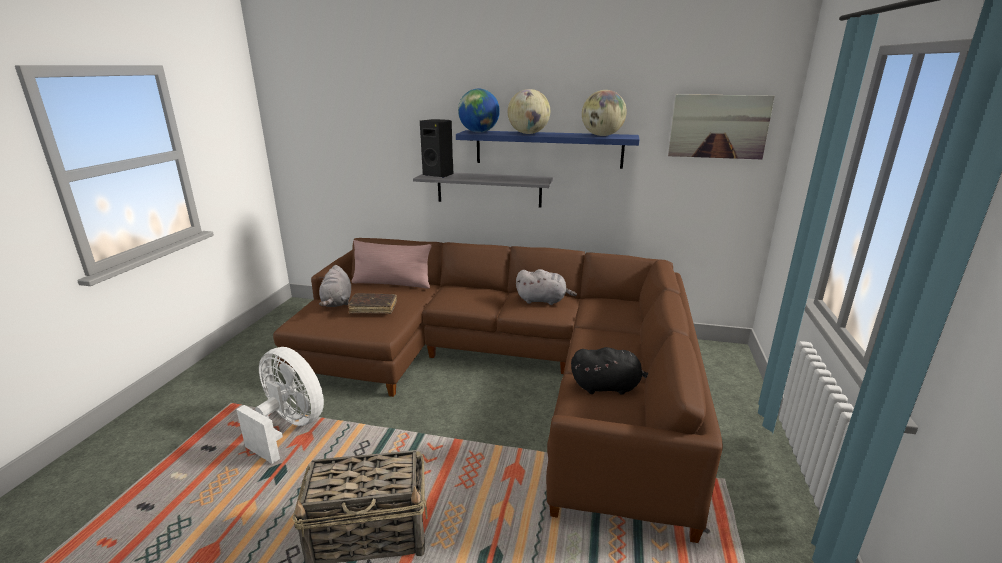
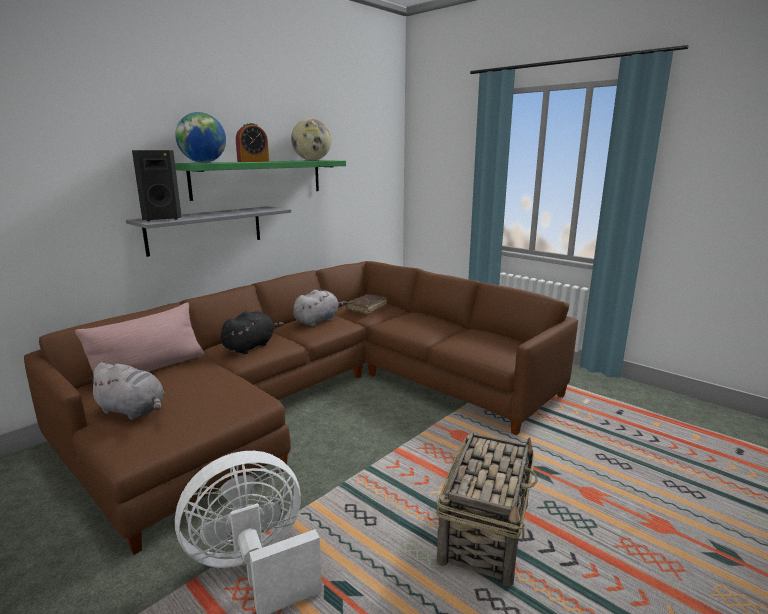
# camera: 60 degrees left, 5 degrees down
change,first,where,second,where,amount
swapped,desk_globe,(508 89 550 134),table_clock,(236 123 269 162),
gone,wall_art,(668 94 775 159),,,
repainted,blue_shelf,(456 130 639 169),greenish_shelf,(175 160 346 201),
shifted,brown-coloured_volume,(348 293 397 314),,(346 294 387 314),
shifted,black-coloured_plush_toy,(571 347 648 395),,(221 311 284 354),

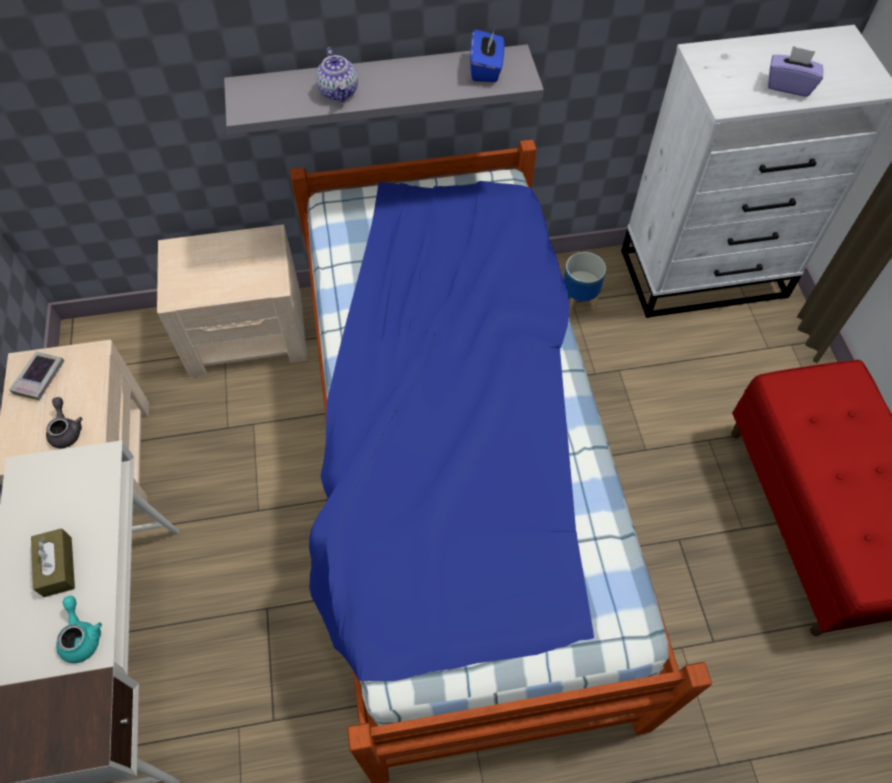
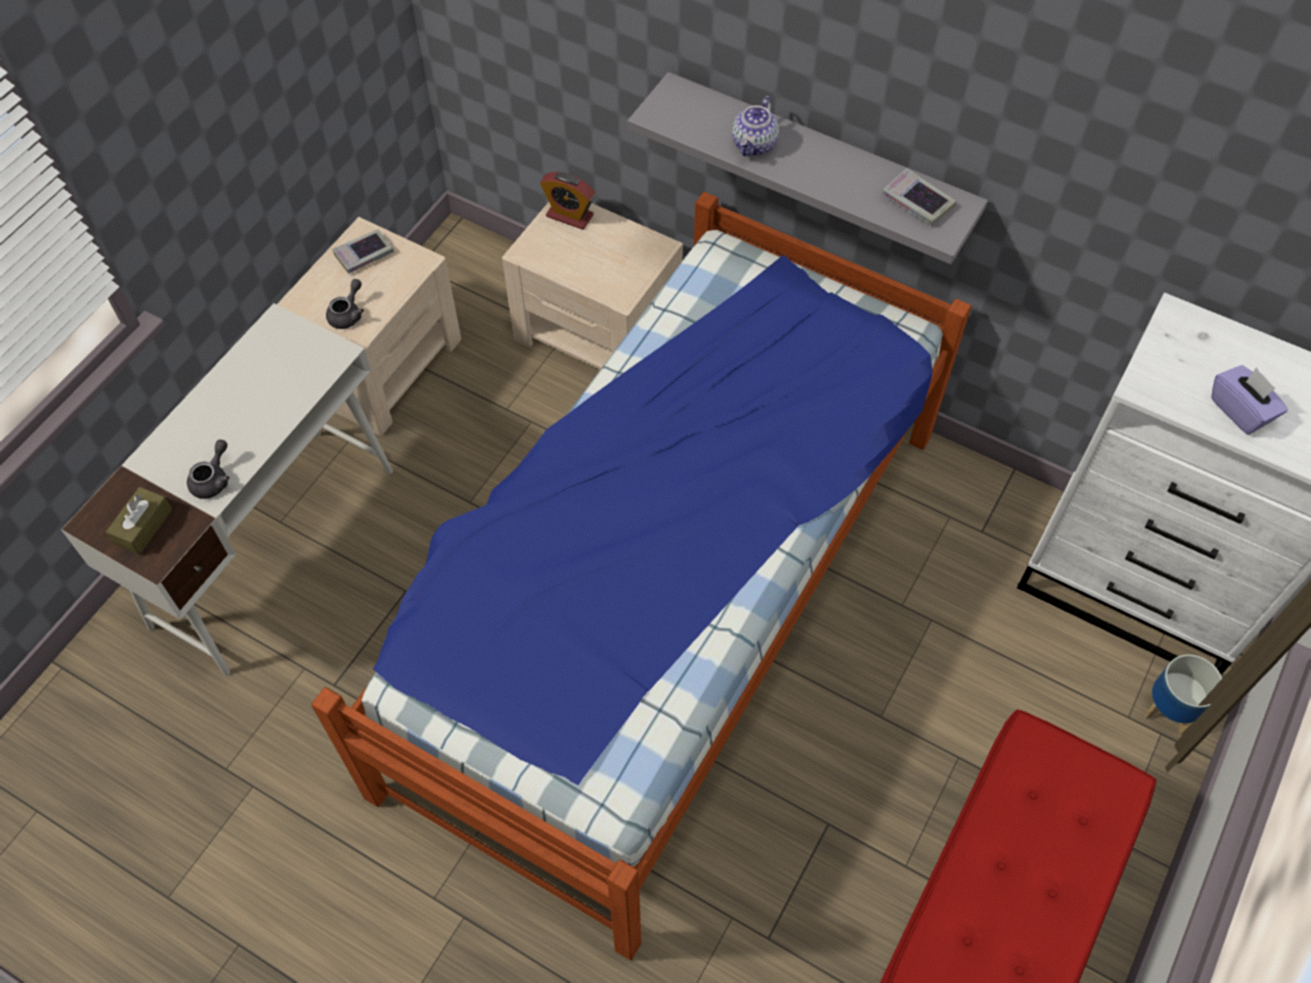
# camera: 40 degrees right, 0 degrees up
change,first,where,second,where,amount
swapped,blue_box_of_tissues,(470 29 504 82),volume,(882 168 956 226),
shifted,planter,(563 252 606 313),,(1144 655 1222 735),
shifted,brown-coloured_box_of_tissues,(31 528 75 597),,(106 487 172 555),
repainted,blue-green_teapot,(56 596 102 663),greyish_teapot,(187 440 230 499),
new,,,table_clock,(540 172 595 230),

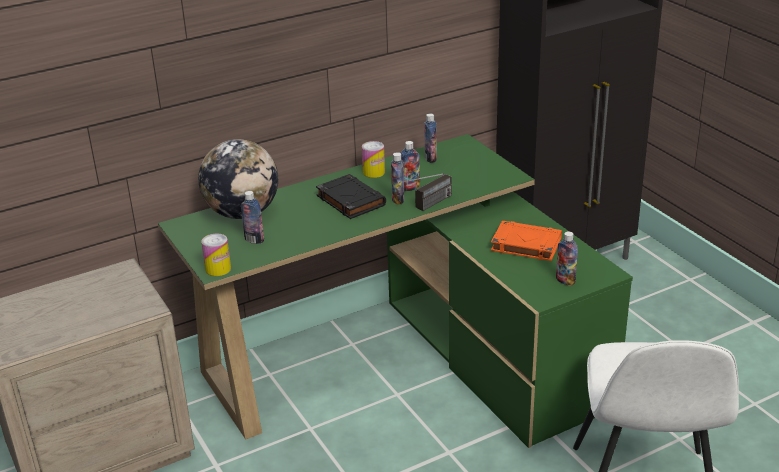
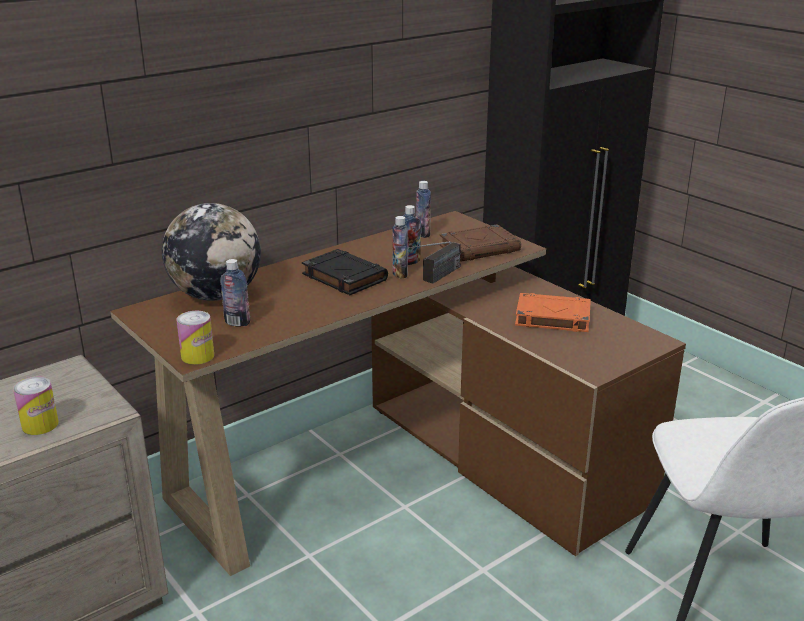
# camera: 10 degrees left, 5 degrees down
change,first,where,second,where,amount
repainted,greenish_desk,(158 134 633 448),brown-coloured_desk,(110 211 686 576),
shifted,metal_can,(362 141 385 178),,(13 377 59 435),
gone,drink_bottle,(556 231 578 286),,,
new,,,brown-coloured_volume,(439 224 521 262),

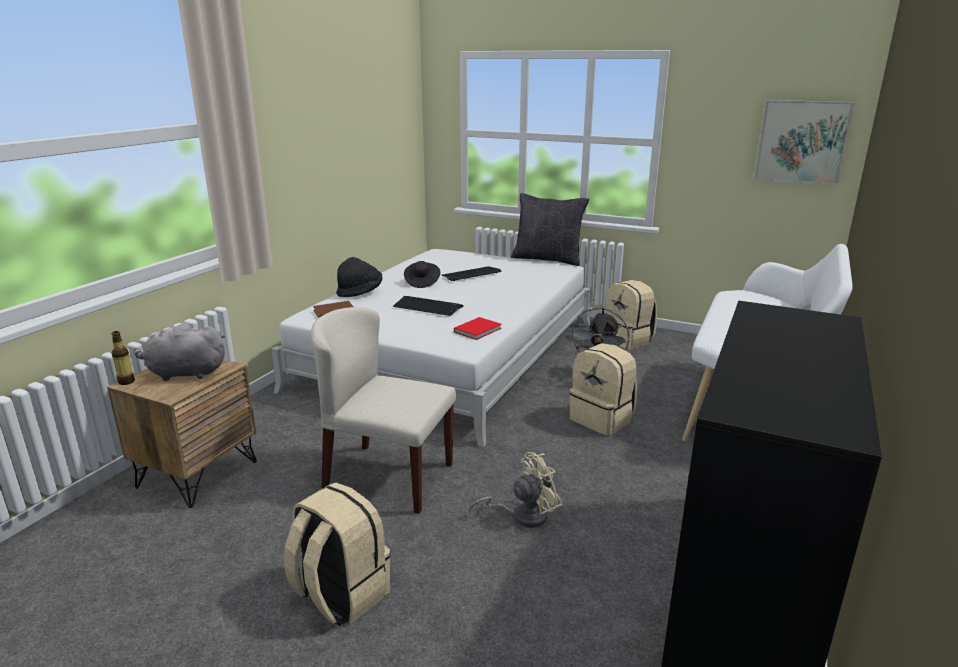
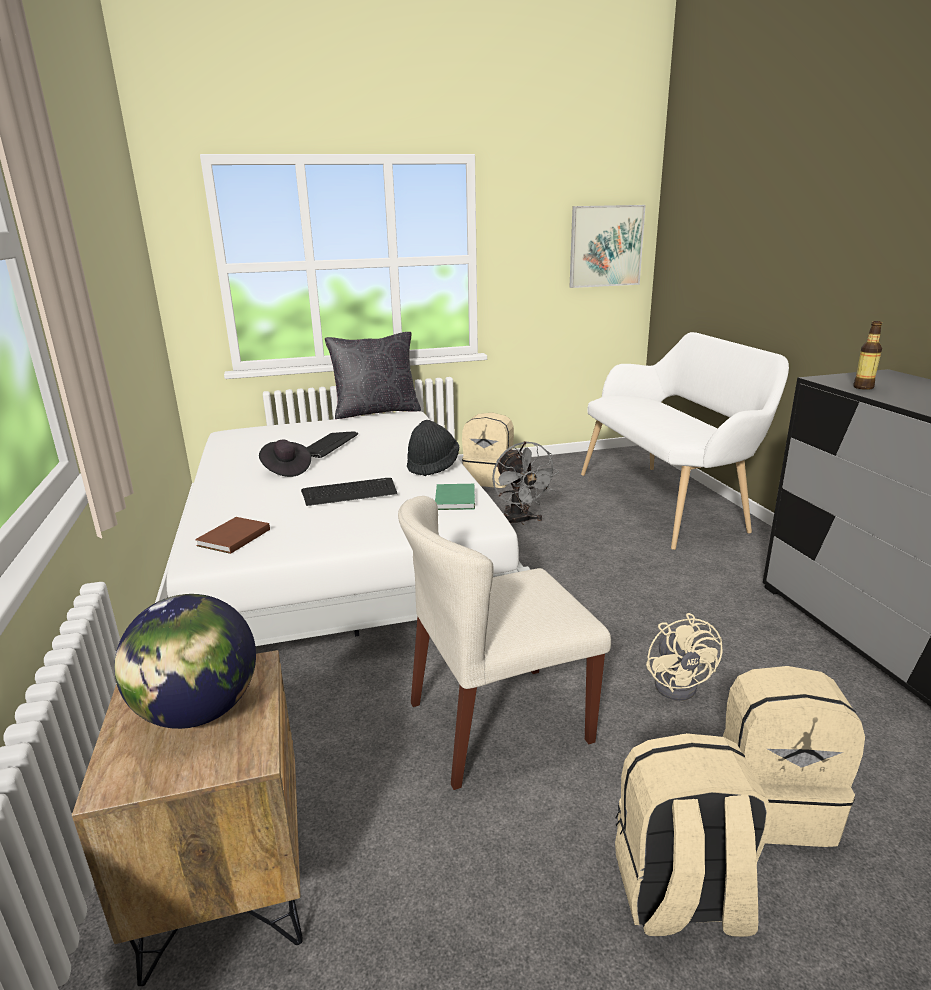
# camera: 40 degrees left, 0 degrees up
change,first,where,second,where,amount
shifted,black-coloured_clothing_hat,(336 257 383 297),,(407 420 459 476),
repainted,red-coloured_volume,(454 317 502 340),greenish_volume,(435 484 475 510),
swapped,greyish_plush_toy,(134 323 225 381),desk_globe,(114 594 256 729),
shifted,drink_bottle,(111 331 135 385),,(853 321 882 390),
shifted,sand-coloured_rucksack,(570 343 637 435),,(723 666 865 847),
rotated,sand-coloured_electric_fan,(469 452 562 528),,(646 613 722 701),150 degrees clockwise

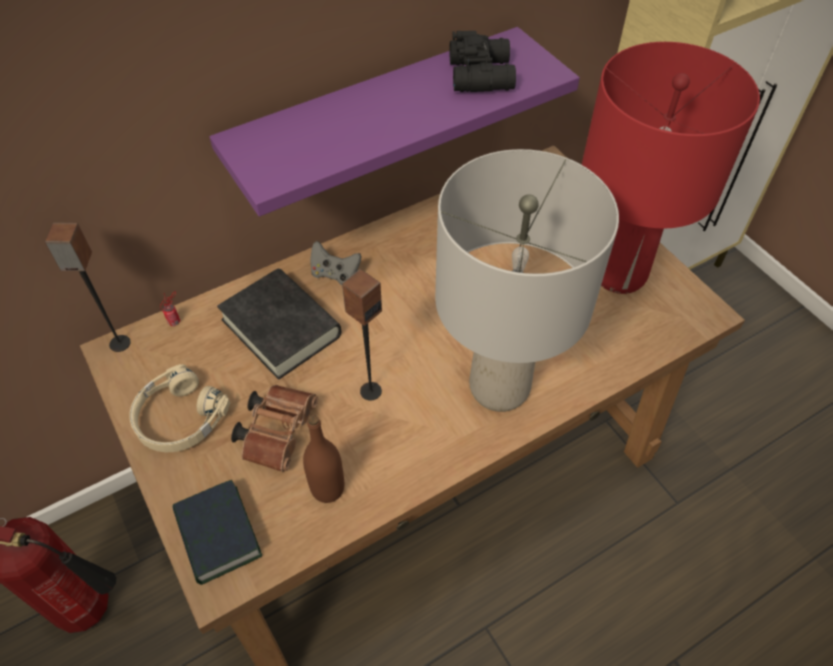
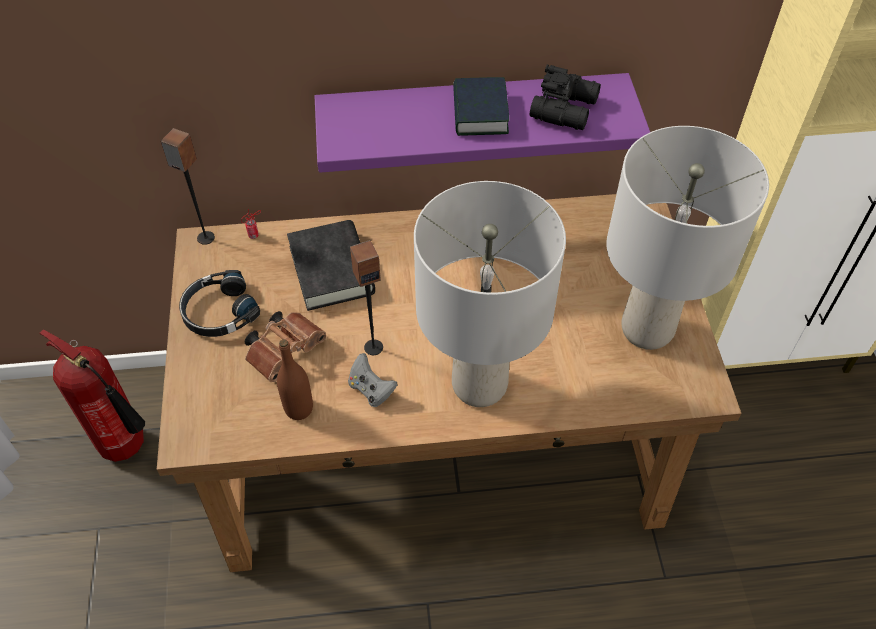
# camera: 25 degrees right, 0 degrees up
change,first,where,second,where,amount
repainted,red-coloured_table_lamp,(582 42 760 294),greyish_table_lamp,(606 126 769 350),
shifted,greyish_game_controller,(310 241 361 285),,(348 353 397 407),
repainted,sand-coloured_pair_of_headphones,(130 364 230 452),black-coloured_pair_of_headphones,(179 270 260 337),
shifted,volume,(172 480 262 585),,(453 77 509 136),

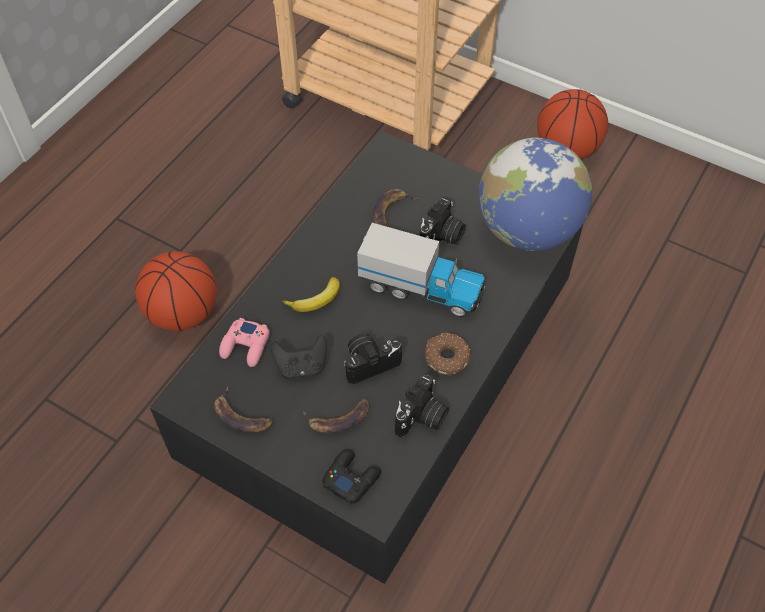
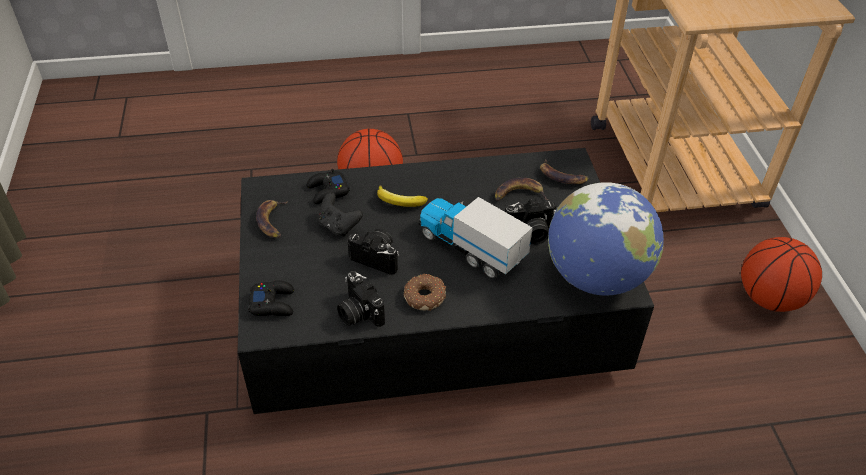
# camera: 50 degrees right, 10 degrees down
change,first,where,second,where,amount
rotated,model_truck,(357 223 485 317),,(419 197 532 279),150 degrees clockwise
repainted,pink_game_controller,(219 318 270 367),black-coloured_game_controller,(307 169 350 204),
rotated,photo_camera,(395 373 449 437),,(337 271 385 327),60 degrees clockwise
shifted,banana,(303 398 369 433),,(540 159 589 184),

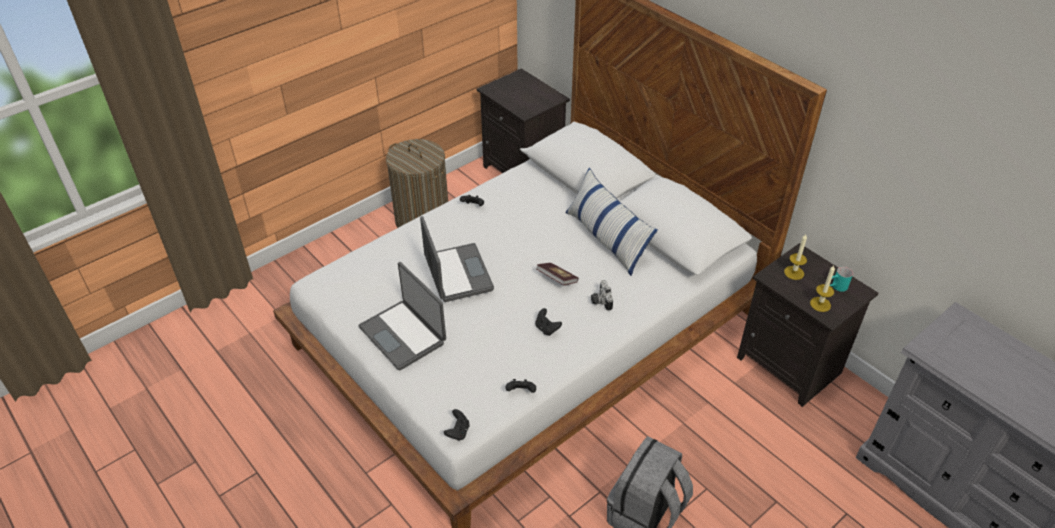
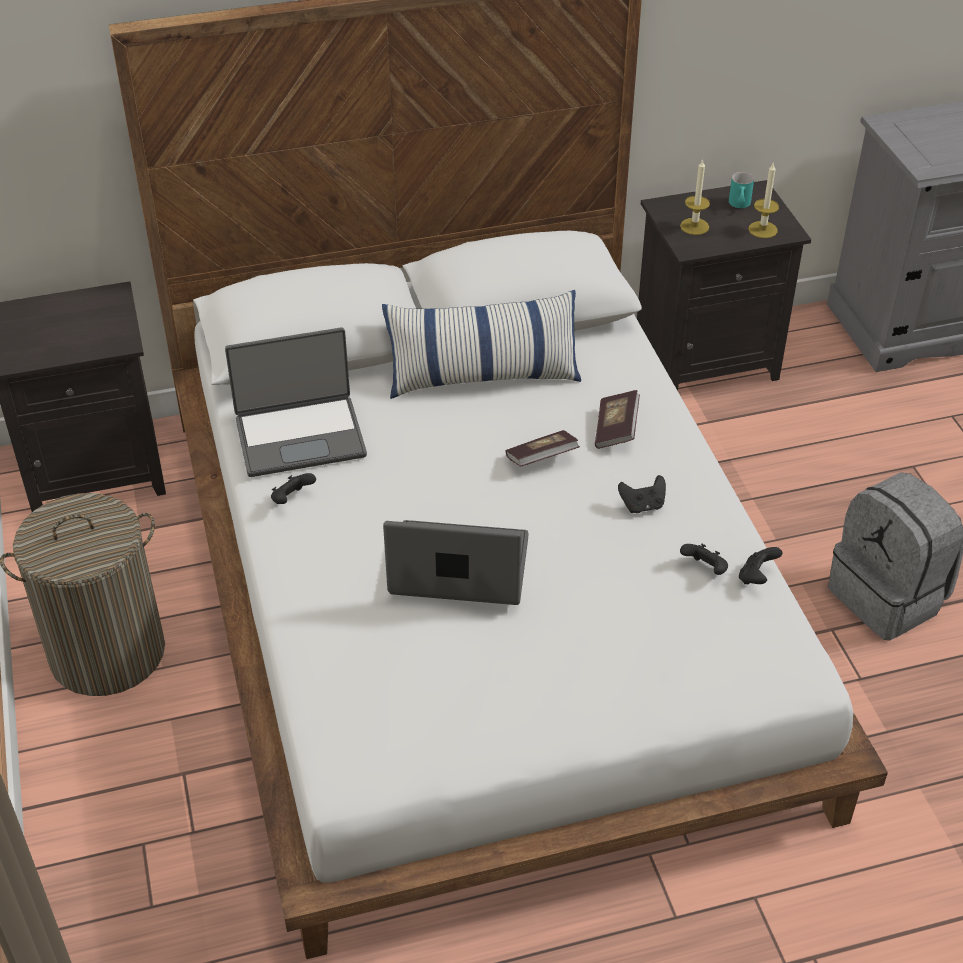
# camera: 65 degrees left, 0 degrees up
change,first,where,second,where,amount
shifted,laptop,(358 262 446 371),,(225 328 367 477),
swapped,photo_camera,(591 280 613 311),volume,(595 390 640 449),
shifted,black-coloured_game_controller,(444 409 470 441),,(680 544 728 575),

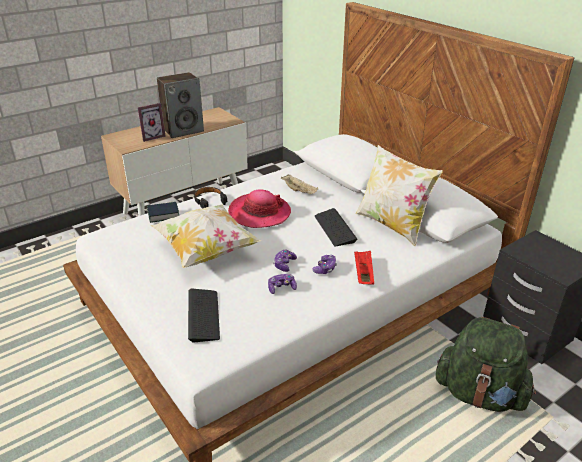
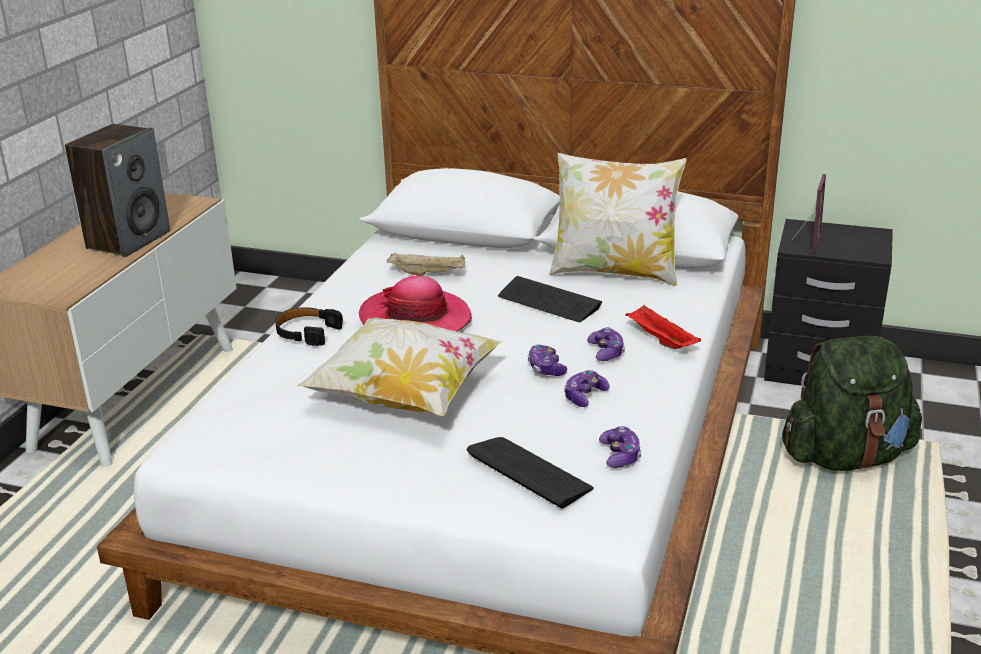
# camera: 35 degrees left, 5 degrees down
change,first,where,second,where,amount
shifted,photo_frame,(138 103 166 142),,(792 174 826 254),
gone,volume,(147 202 179 223),,,
new,,,game_controller,(599 426 642 468),

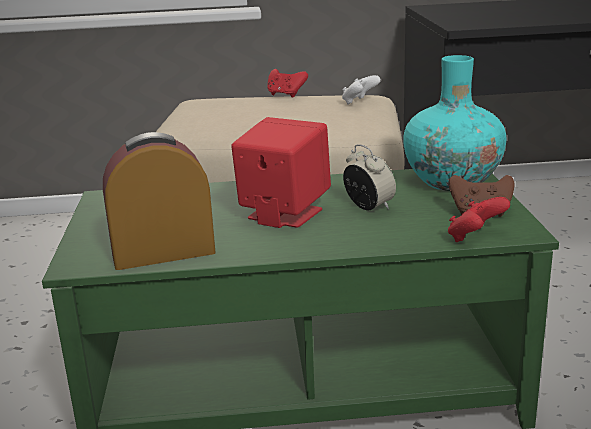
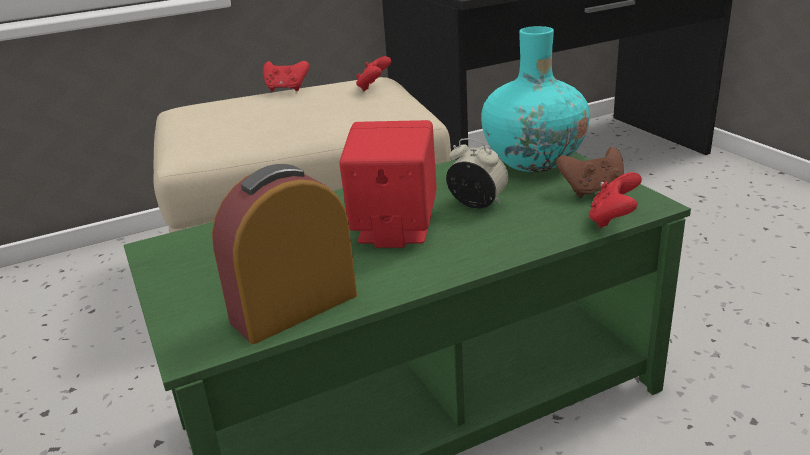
# camera: 20 degrees left, 5 degrees up
change,first,where,second,where,amount
repainted,white_game_controller,(342 75 381 105),red-coloured_game_controller,(356 56 391 91),

